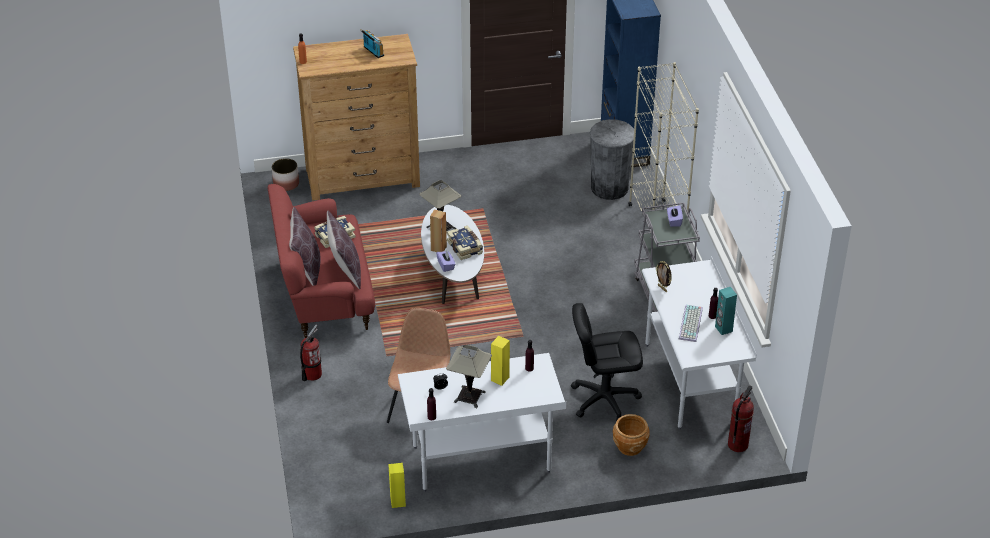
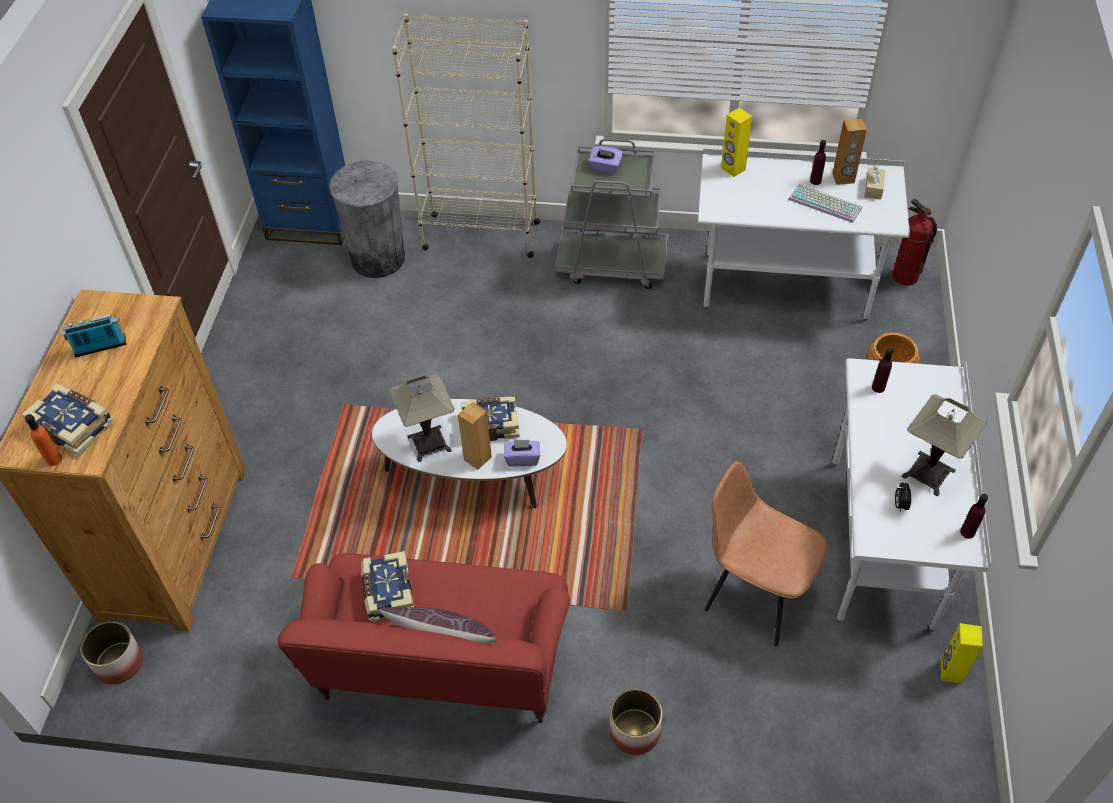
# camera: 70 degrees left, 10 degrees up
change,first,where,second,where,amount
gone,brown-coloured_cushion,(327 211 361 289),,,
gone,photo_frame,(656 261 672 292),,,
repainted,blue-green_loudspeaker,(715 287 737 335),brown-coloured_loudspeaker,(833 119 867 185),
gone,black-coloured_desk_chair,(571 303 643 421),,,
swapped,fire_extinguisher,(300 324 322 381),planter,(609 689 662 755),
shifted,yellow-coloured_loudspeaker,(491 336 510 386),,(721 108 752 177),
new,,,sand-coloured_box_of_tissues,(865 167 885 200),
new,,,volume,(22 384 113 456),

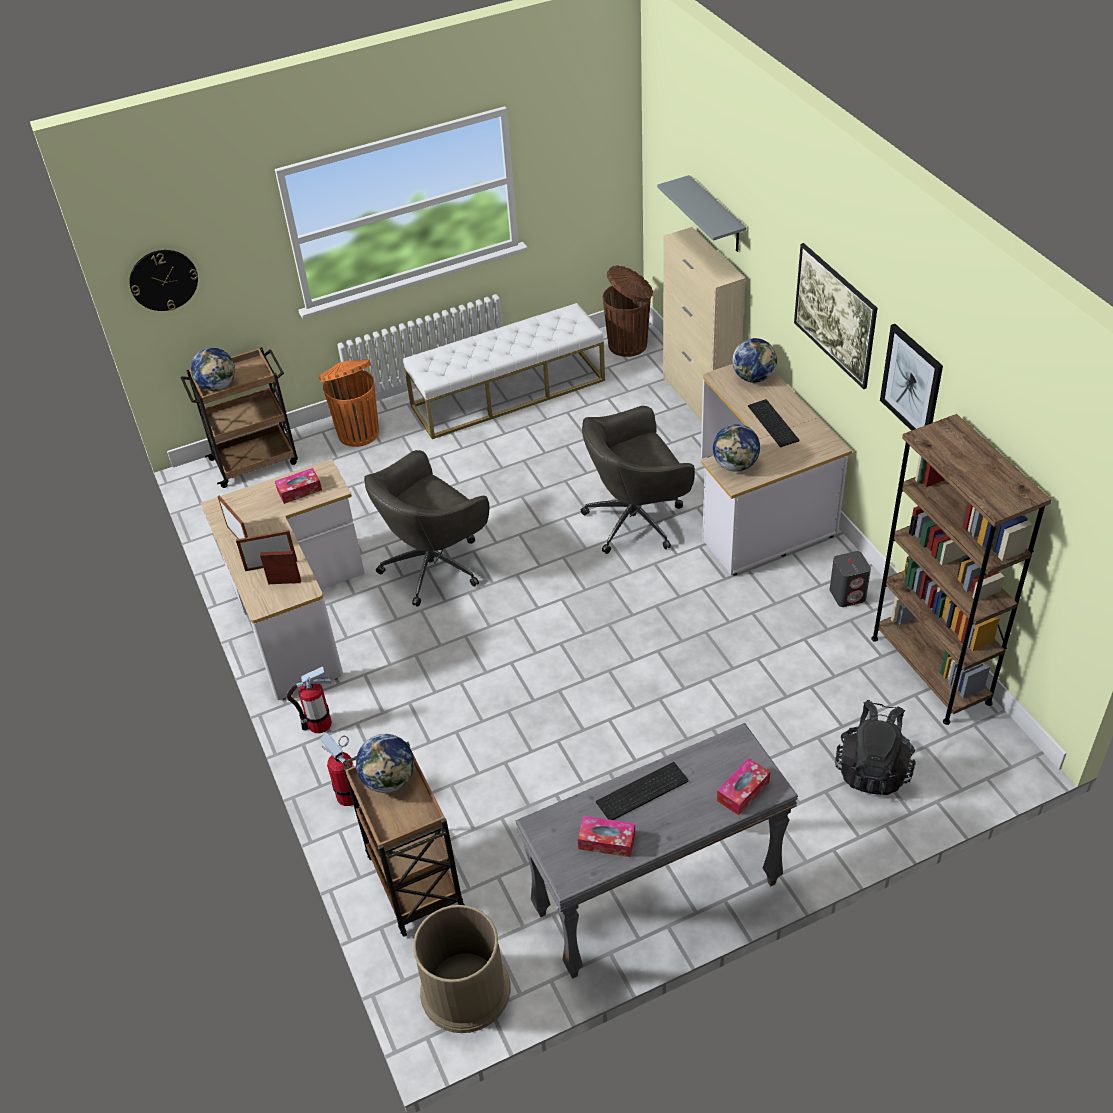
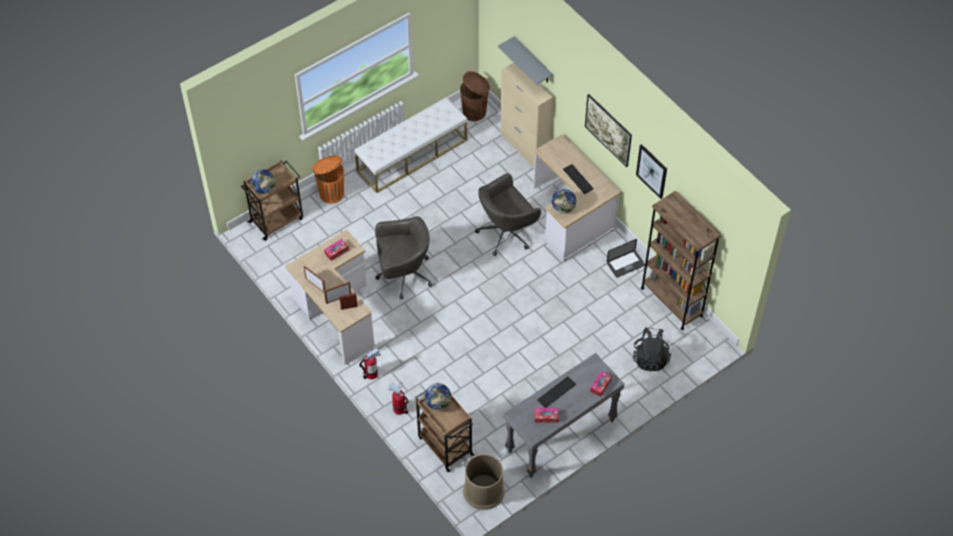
# camera: 15 degrees left, 10 degrees up
change,first,where,second,where,amount
gone,wall_clock,(129 250 198 311),,,
gone,desk_globe,(732 338 777 383),,,
rotated,greyish_desk_chair,(364 450 489 607),,(375 216 433 299),135 degrees counterclockwise
swapped,greyish_loudspeaker,(830 551 871 607),laptop,(607 239 645 278),

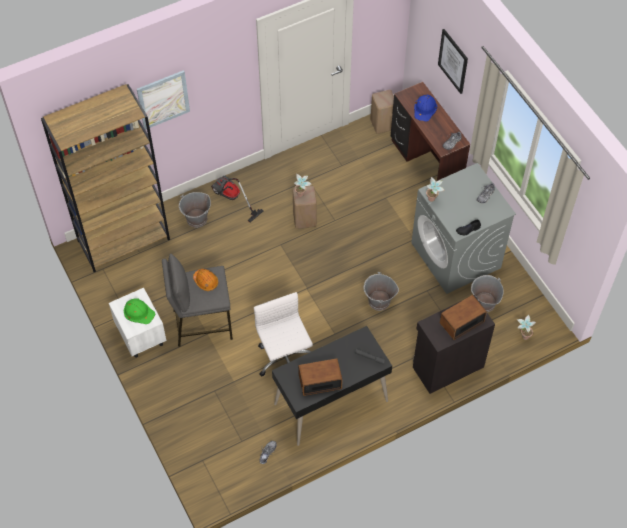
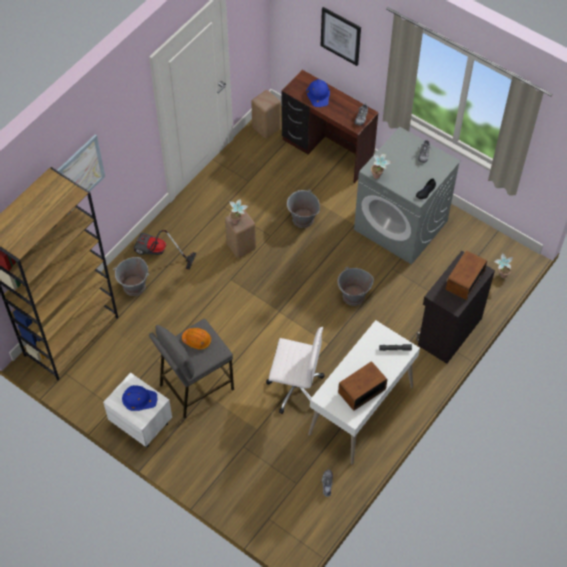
# camera: 25 degrees left, 0 degrees up
change,first,where,second,where,amount
shifted,greyish_water_bucket,(471 275 504 312),,(287 189 320 228),
rotated,white_desk_chair,(254 292 313 376),,(266 327 325 414),150 degrees clockwise
repainted,greenish_work_helmet,(124 298 155 324),blue_work_helmet,(122 385 157 411),
repainted,black-coloured_desk,(272 326 392 446),white_desk,(308 320 420 465),

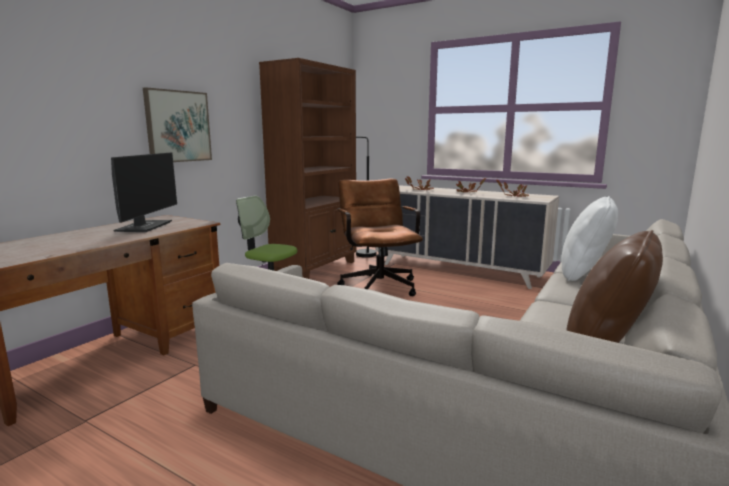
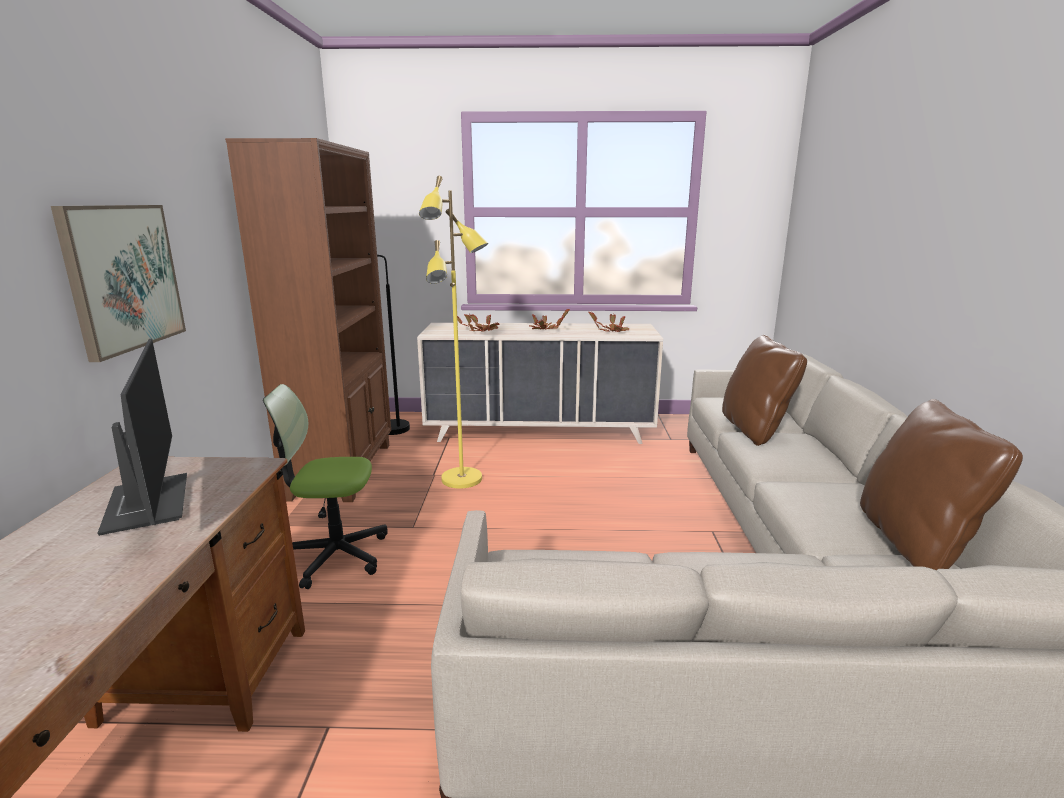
# camera: 30 degrees left, 5 degrees up
change,first,where,second,where,amount
swapped,brown-coloured_desk_chair,(337 179 423 296),yellow-coloured_standing_lamp,(419 176 488 489),
repainted,white_cushion,(561 196 618 281),brown-coloured_cushion,(722 335 807 446),

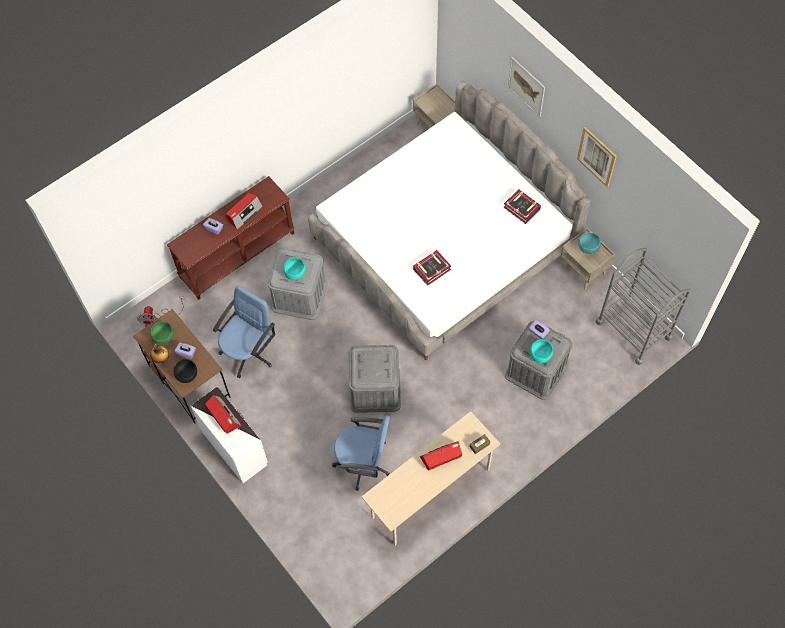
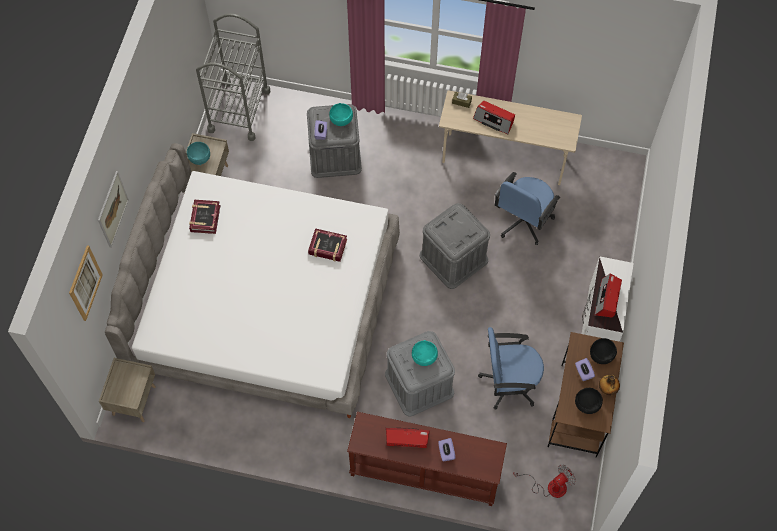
# camera: 130 degrees left, 0 degrees up
change,first,where,second,where,amount
shifted,wall_art,(577 127 617 187),,(69 245 103 321),
repainted,greenish_serving_bowl,(150 322 174 345),black-coloured_serving_bowl,(575 388 603 414),
rotated,blue_desk_chair,(332 415 390 491),,(495 172 560 245),120 degrees counterclockwise

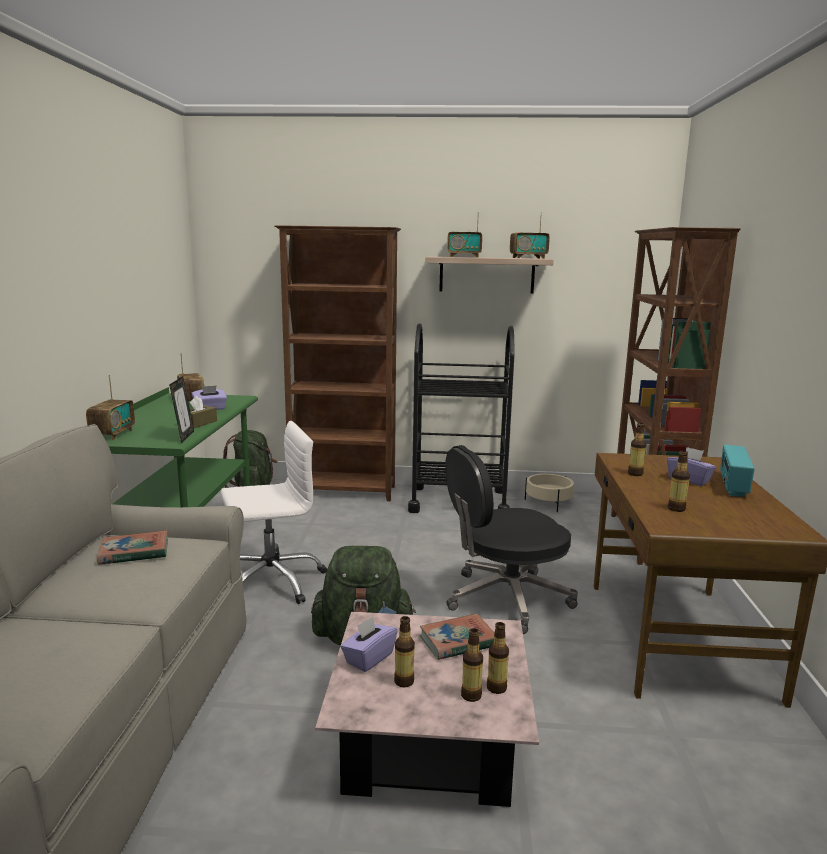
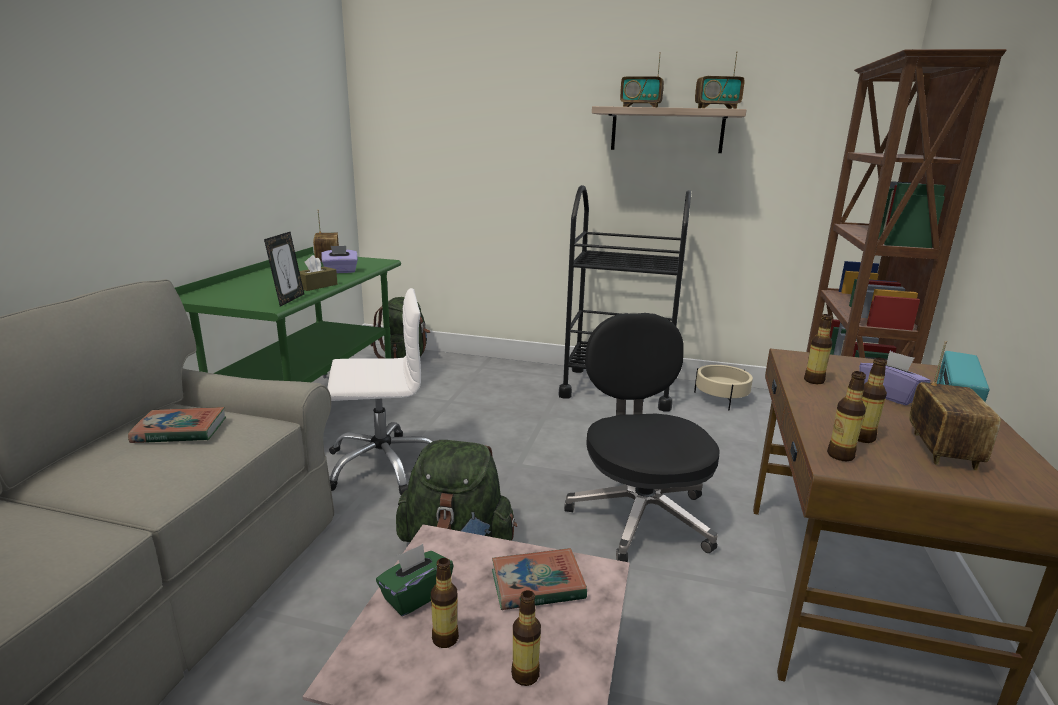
# camera: 10 degrees right, 5 degrees up
change,first,where,second,where,amount
gone,brown-coloured_shelving_unit,(274 225 401 501),,,
shifted,radio_receiver,(86 375 135 440),,(909 341 1001 470),
rotated,black-coloured_desk_chair,(445 445 578 634),,(564 313 719 562),90 degrees clockwise
repainted,purple-coloured_box_of_tissues,(341 616 397 672),greenish_box_of_tissues,(376 544 454 616),
shifted,drink_bottle,(487 622 509 694),,(827 371 866 461),

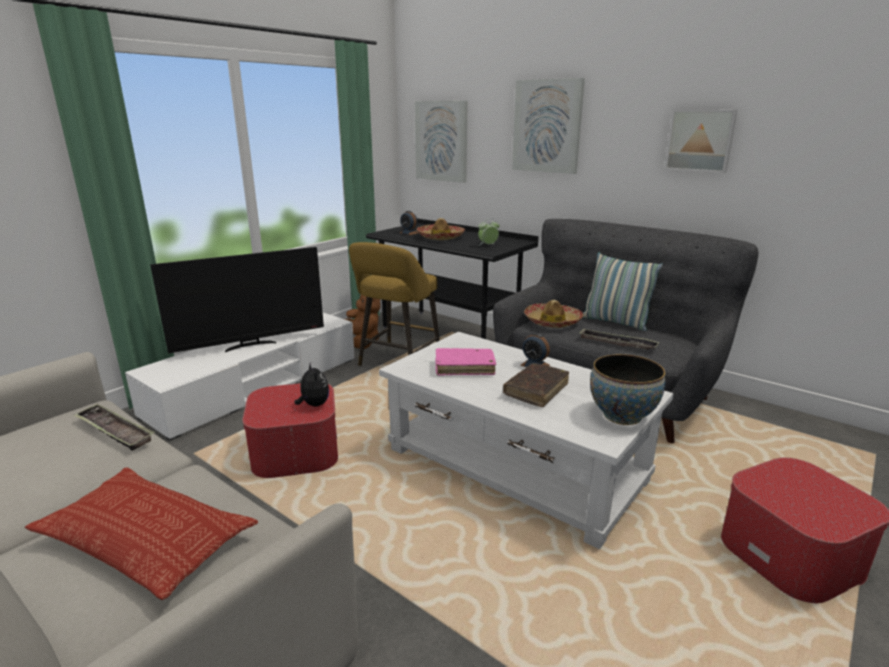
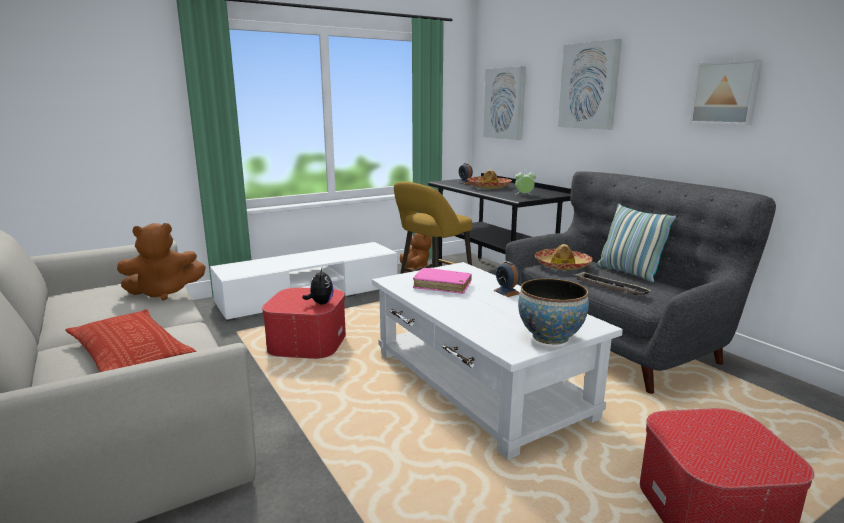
# camera: 20 degrees right, 5 degrees down
change,first,where,second,where,amount
gone,television,(150 247 324 353),,,
gone,brown-coloured_volume,(503 363 569 407),,,
swapped,carrying_tray,(73 404 155 451),brown-coloured_plush_toy,(117 223 206 300),

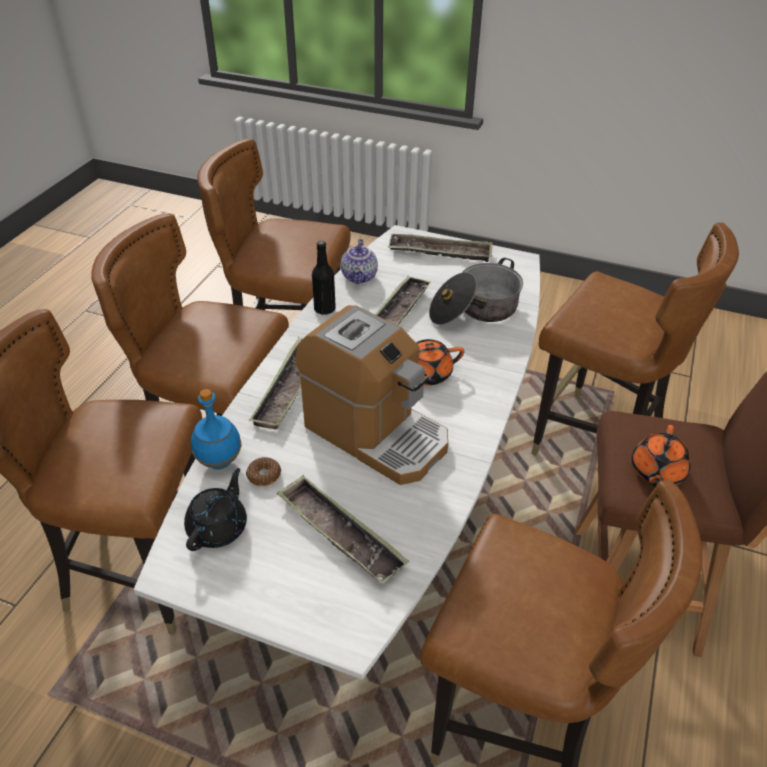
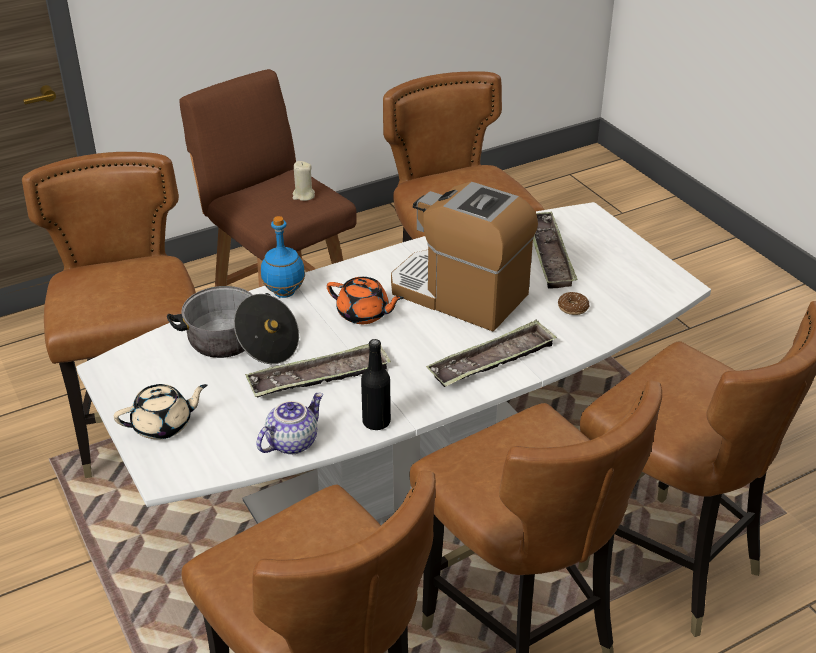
# camera: 140 degrees left, 5 degrees down
change,first,where,second,where,amount
swapped,carrying_tray,(388 233 493 262),sand-coloured_teapot,(114 384 207 440),
rotated,coffee_machine,(295 305 448 485),,(391 182 538 331),45 degrees counterclockwise
shifted,blue_drink_bottle,(191 389 241 470),,(261 216 305 298),
swapped,orange-coloured_teapot,(632 425 691 487),sand-coloured_wax_light,(293 161 315 201),
gone,black-coloured_teapot,(184 468 247 551),,,

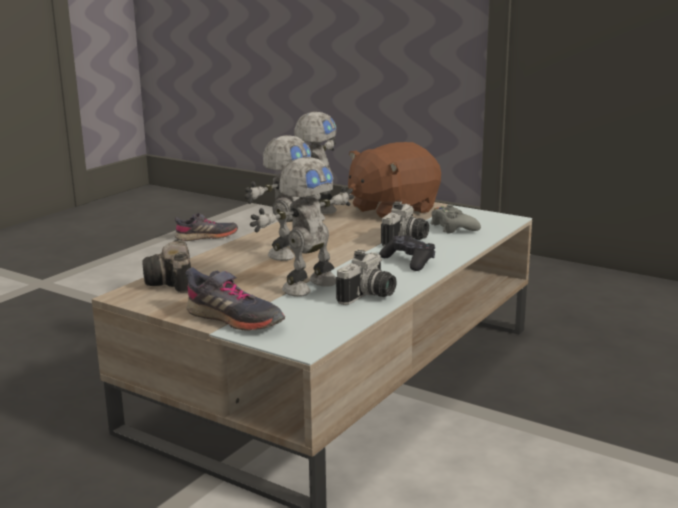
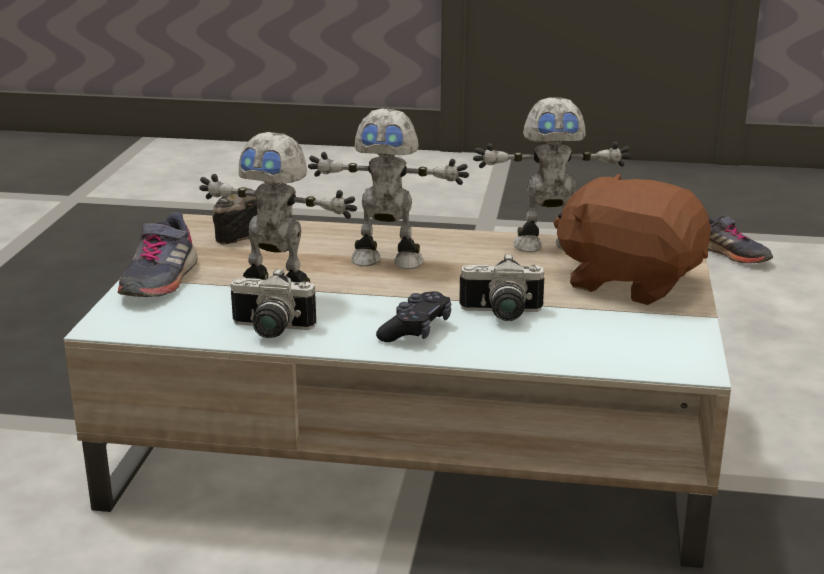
# camera: 65 degrees right, 5 degrees up
change,first,where,second,where,amount
gone,greyish_game_controller,(430 204 481 234),,,

